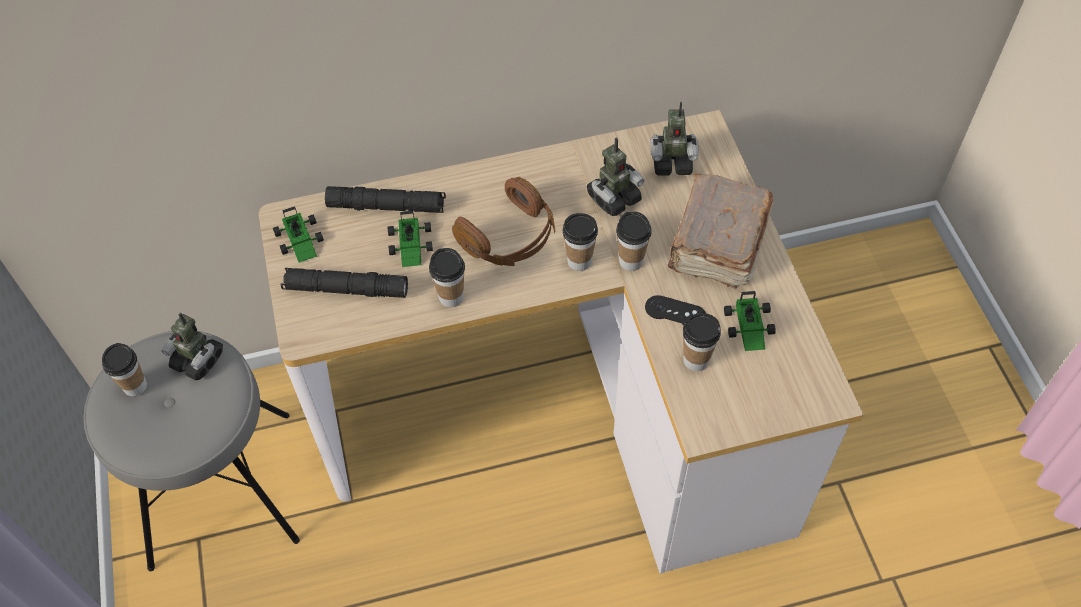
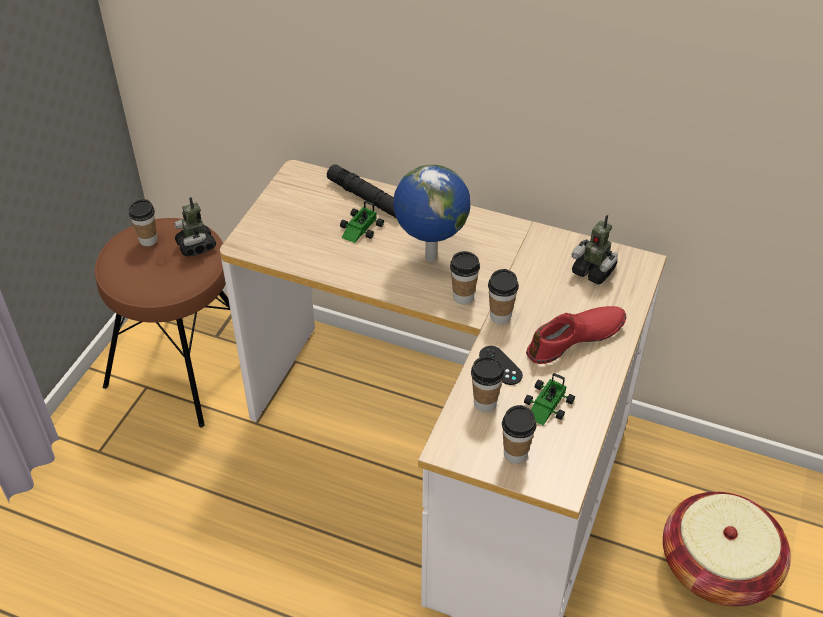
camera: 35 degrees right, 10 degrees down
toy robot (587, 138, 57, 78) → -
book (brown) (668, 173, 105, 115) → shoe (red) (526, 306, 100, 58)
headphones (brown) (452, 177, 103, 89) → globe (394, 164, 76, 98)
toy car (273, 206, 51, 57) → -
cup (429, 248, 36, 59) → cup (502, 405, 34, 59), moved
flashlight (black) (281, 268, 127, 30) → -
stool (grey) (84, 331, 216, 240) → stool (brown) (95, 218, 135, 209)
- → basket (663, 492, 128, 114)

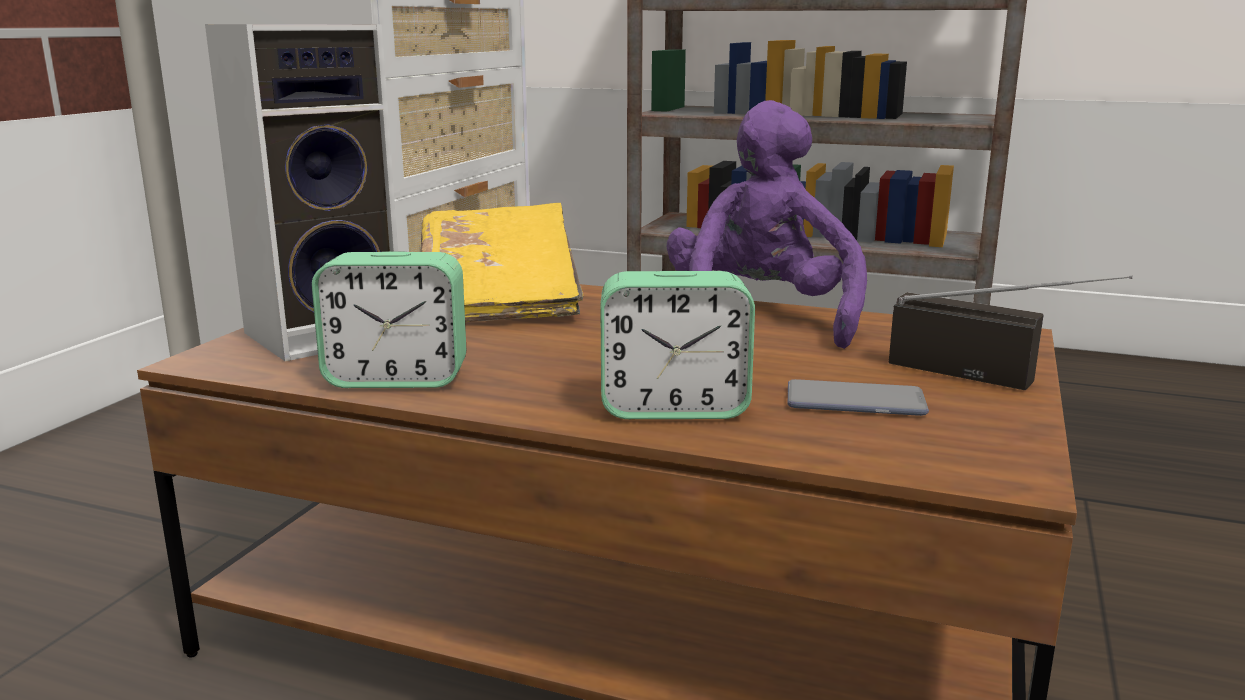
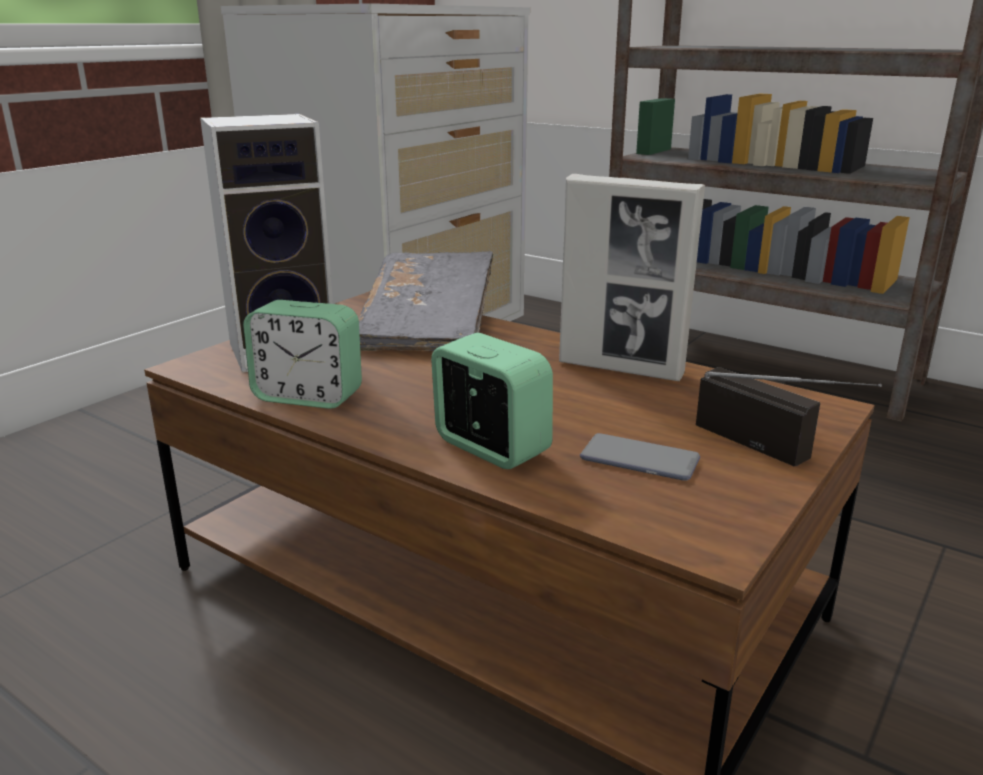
camera: 15 degrees right, 5 degrees up
plush toy (purple) (667, 100, 200, 249) → picture frame (559, 174, 146, 207)
book (yellow) (420, 203, 164, 119) → book (grey) (358, 251, 135, 100)
alarm clock (600, 271, 155, 148) → alarm clock (431, 333, 122, 136), 150 degrees counterclockwise

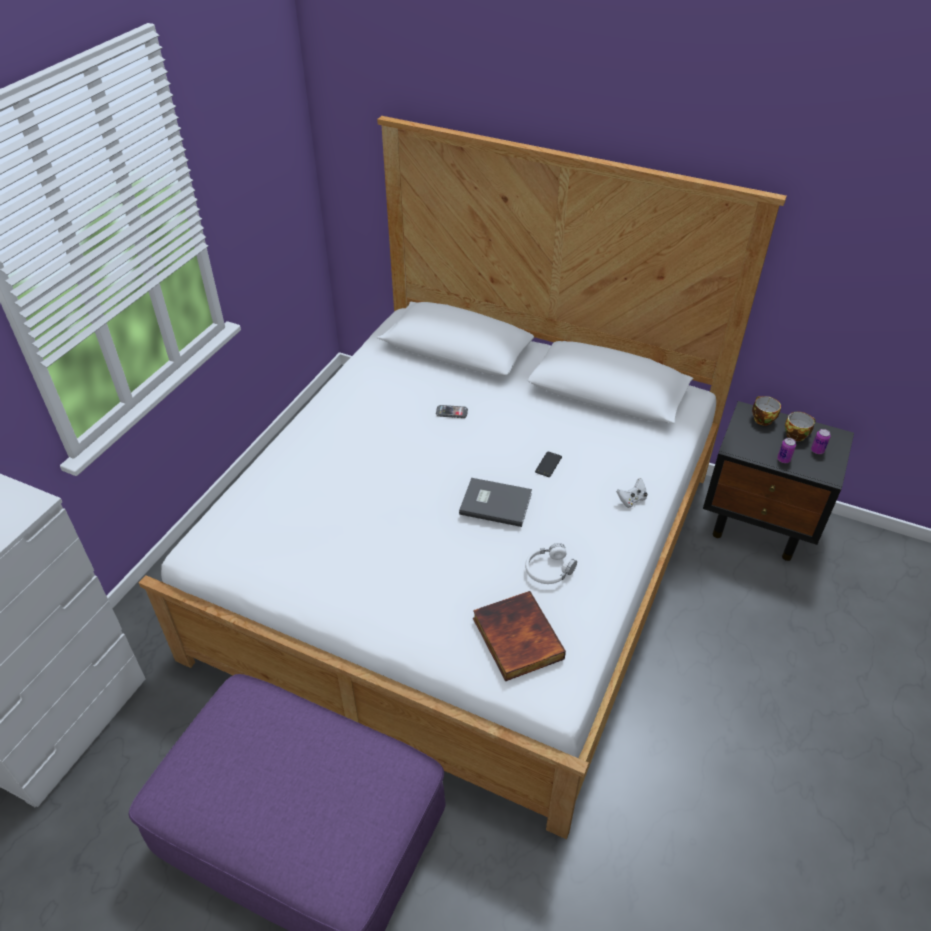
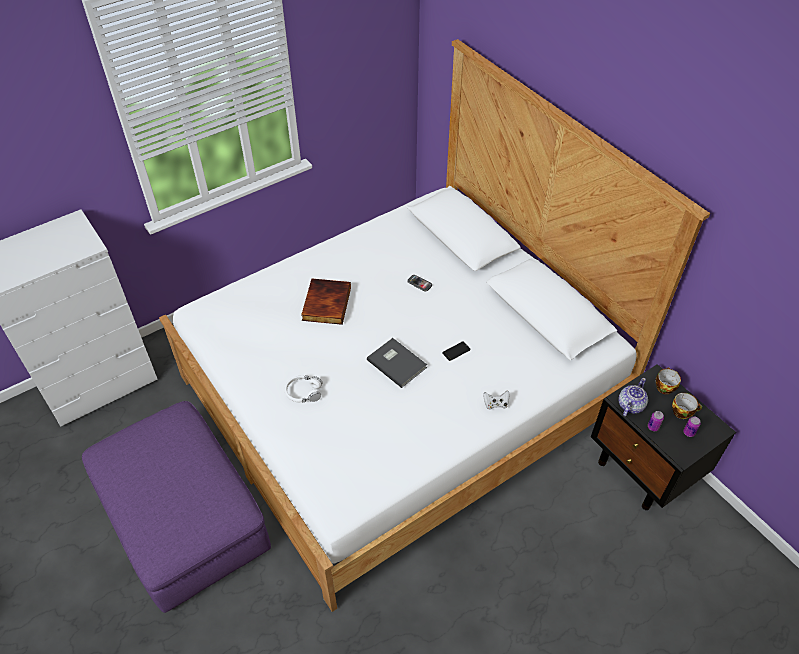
camera: 30 degrees right, 5 degrees up
headphones (white) (525, 543, 52, 41) → headphones (white) (284, 375, 38, 27), moved
book (473, 591, 93, 90) → book (301, 279, 50, 46), moved
- → teapot (619, 378, 29, 38)

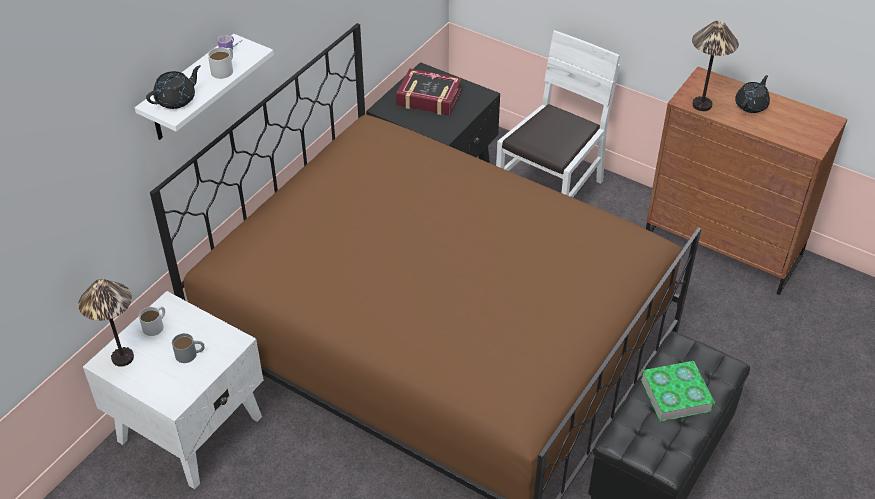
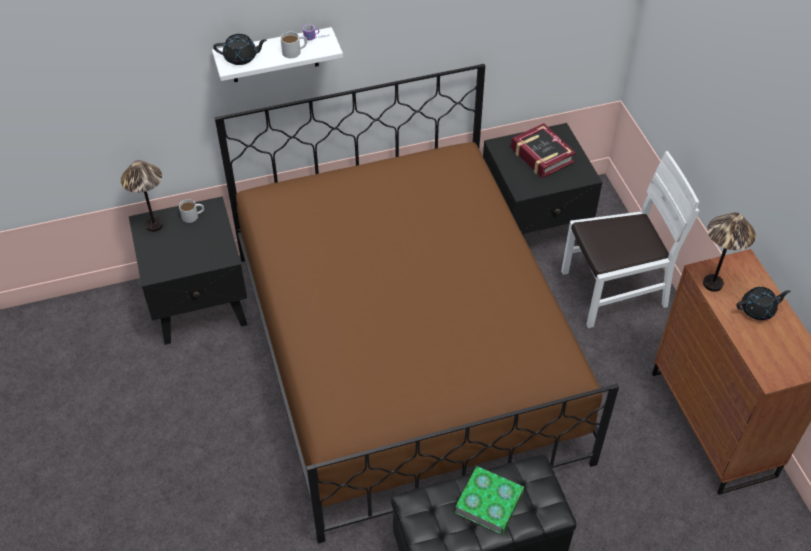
camera: 40 degrees right, 5 degrees up
nightstand (white) (83, 291, 181, 198) → nightstand (black) (129, 196, 118, 149)
mug (grey) (172, 333, 32, 30) → -

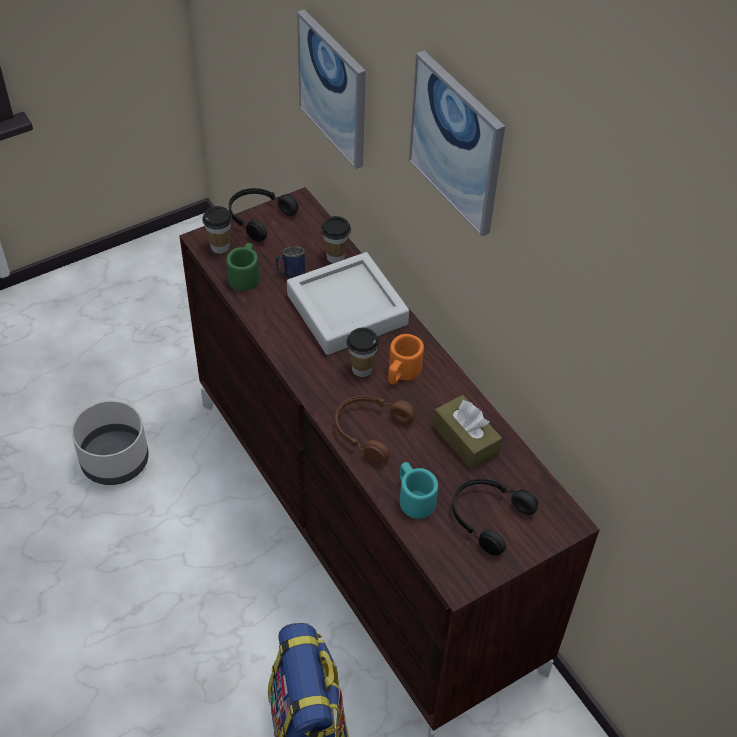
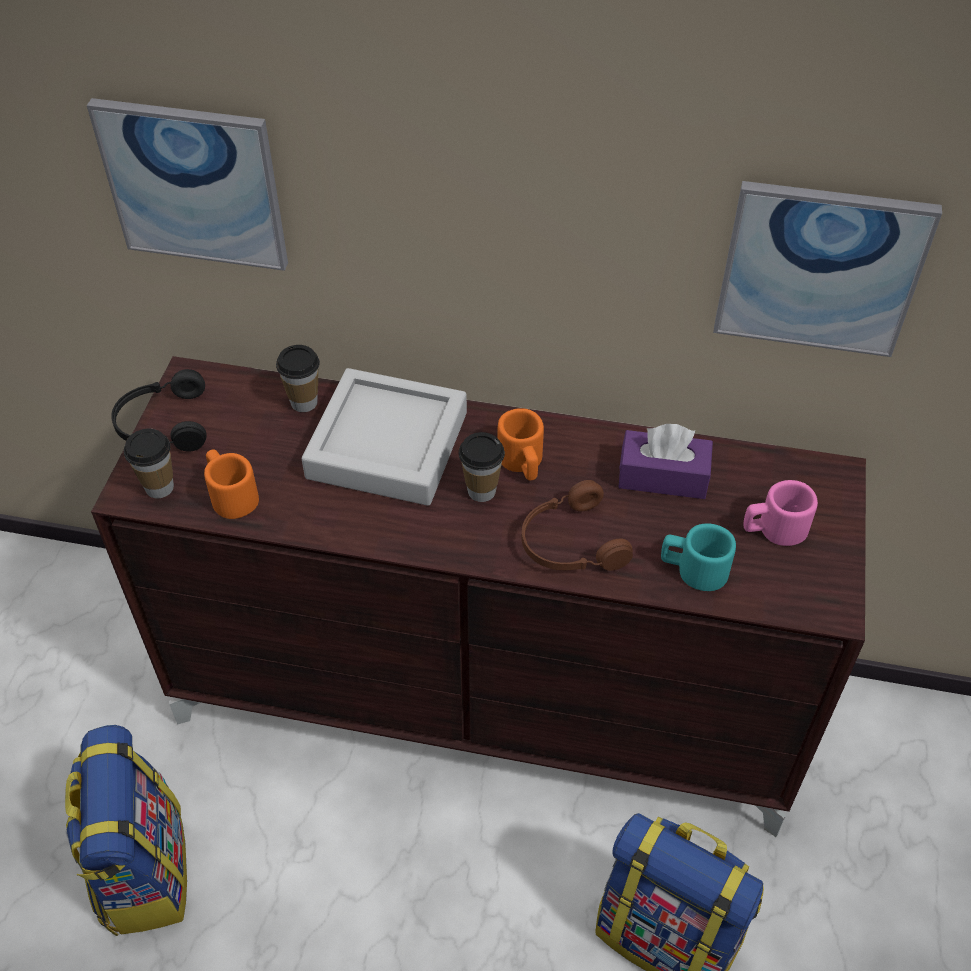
camera: 45 degrees left, 0 degrees up
picture (409, 51, 96, 185) → picture (713, 181, 229, 176), moved
mug (green) (226, 243, 33, 48) → mug (orange) (204, 449, 55, 70)
mug (blue) (275, 246, 31, 33) → -
tissue box (brown) (433, 395, 69, 75) → tissue box (purple) (618, 424, 95, 75)
planter (grey) (71, 400, 78, 85) → backpack (65, 725, 122, 211)
headphones (black) (452, 479, 86, 77) → mug (pink) (743, 480, 75, 66)

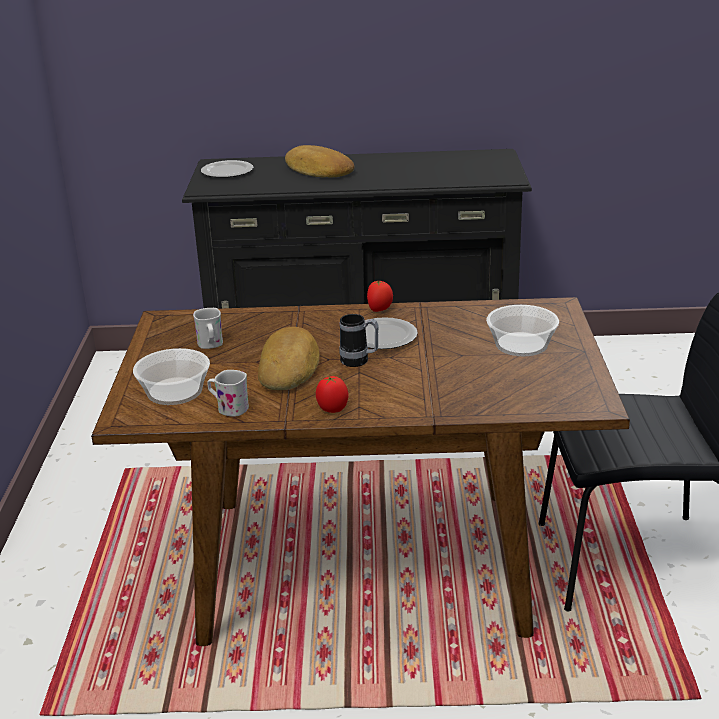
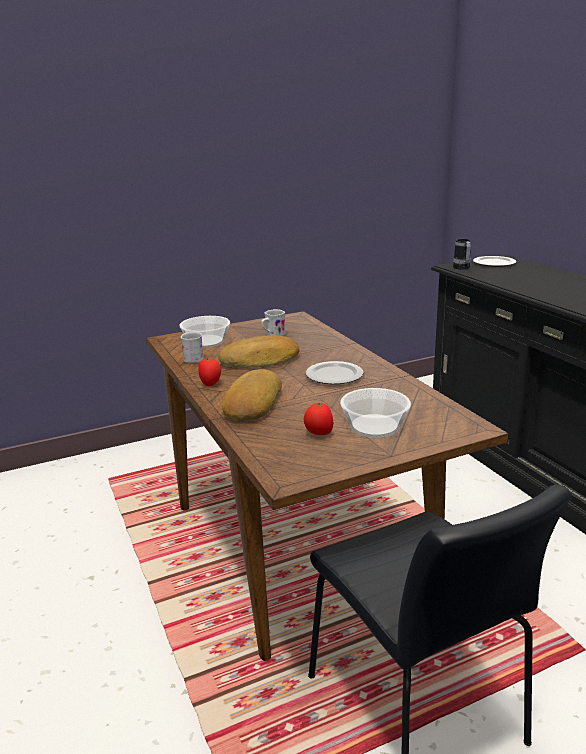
camera: 65 degrees right, 5 degrees down
bread (285, 145, 70, 33) → bread (222, 369, 60, 52), moved
tomato (367, 281, 26, 31) → tomato (304, 403, 29, 32), moved
mug (339, 314, 40, 53) → mug (453, 239, 18, 30), moved

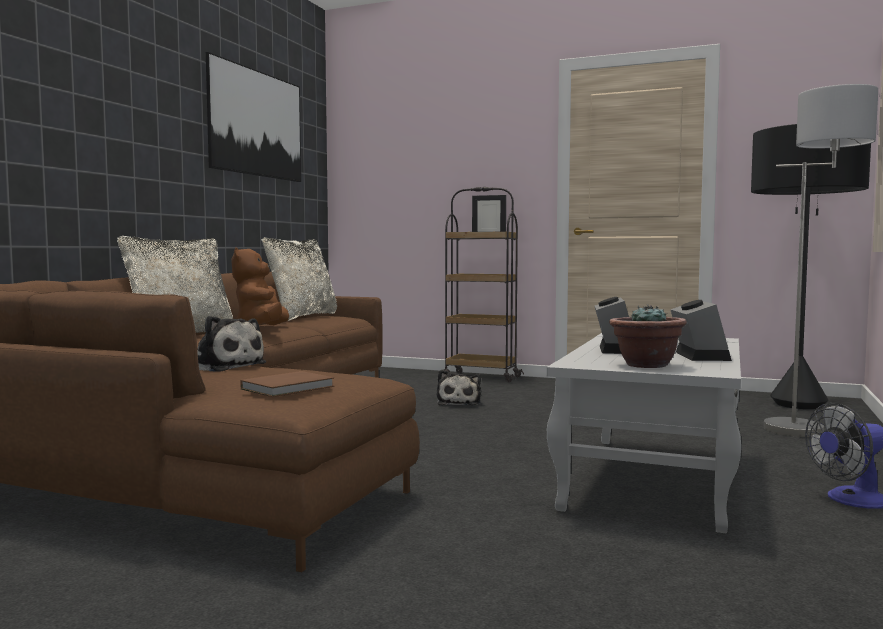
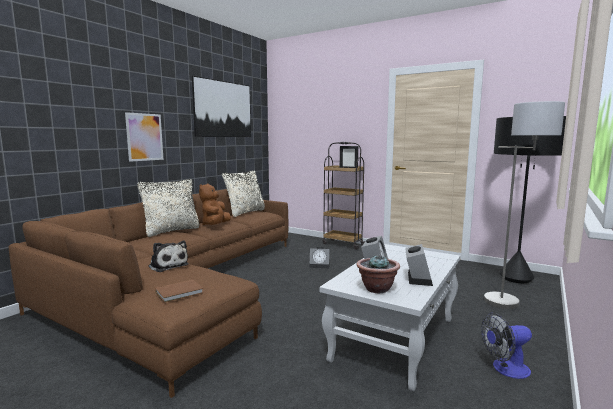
camera: 10 degrees right, 5 degrees up
plush toy (437, 370, 44, 35) → alarm clock (309, 247, 21, 21)
- → picture (125, 112, 39, 50)

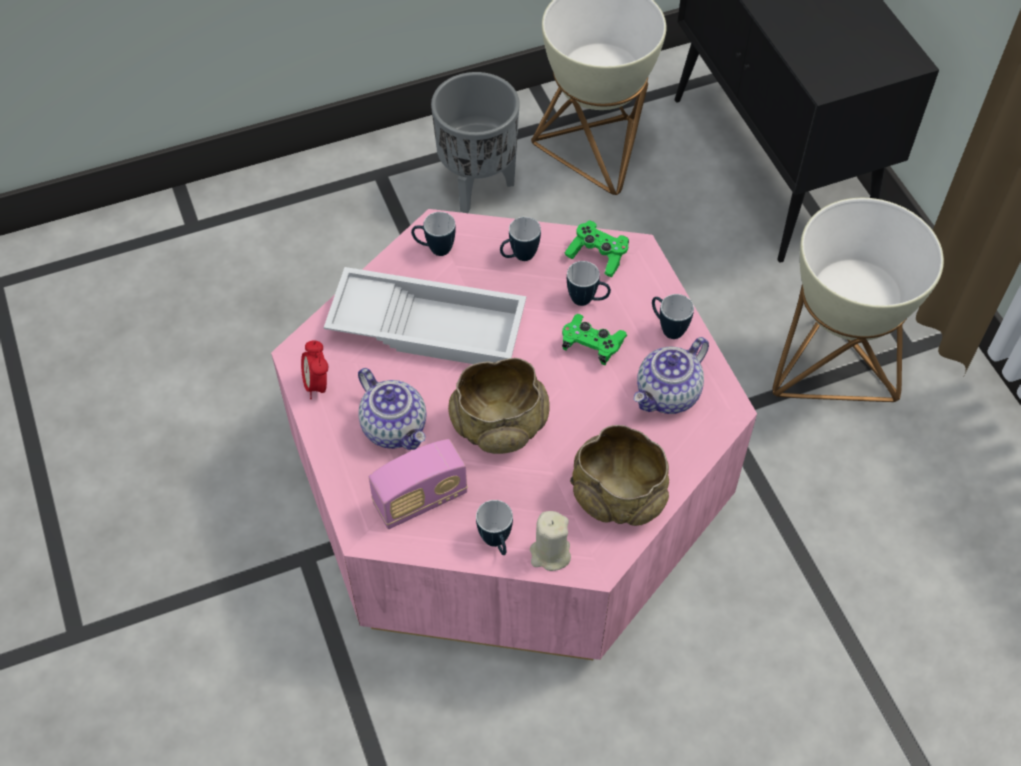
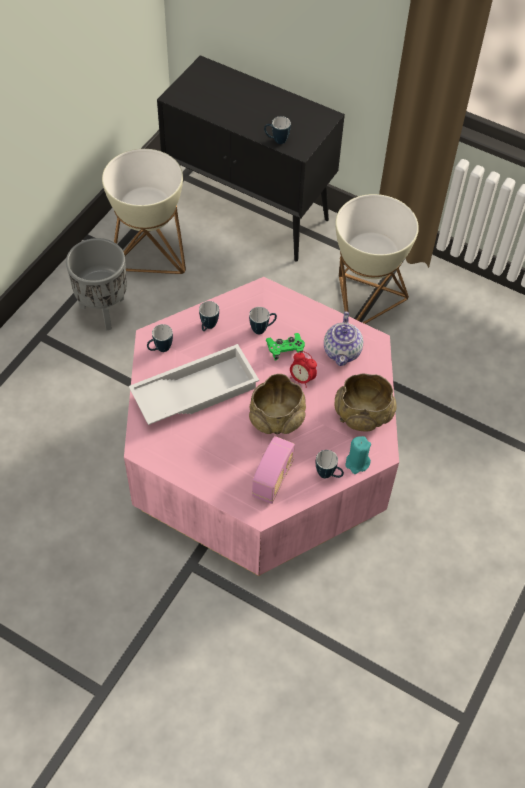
camera: 40 degrees left, 0 degrees up
game controller (green) (565, 221, 64, 57) → -
mug (652, 294, 42, 45) → mug (264, 116, 27, 28), moved
alarm clock (301, 340, 27, 59) → alarm clock (290, 351, 27, 37), moved
teapot (358, 368, 68, 82) → -
candle (beige) (530, 511, 41, 60) → candle (turquoise) (345, 436, 26, 38)

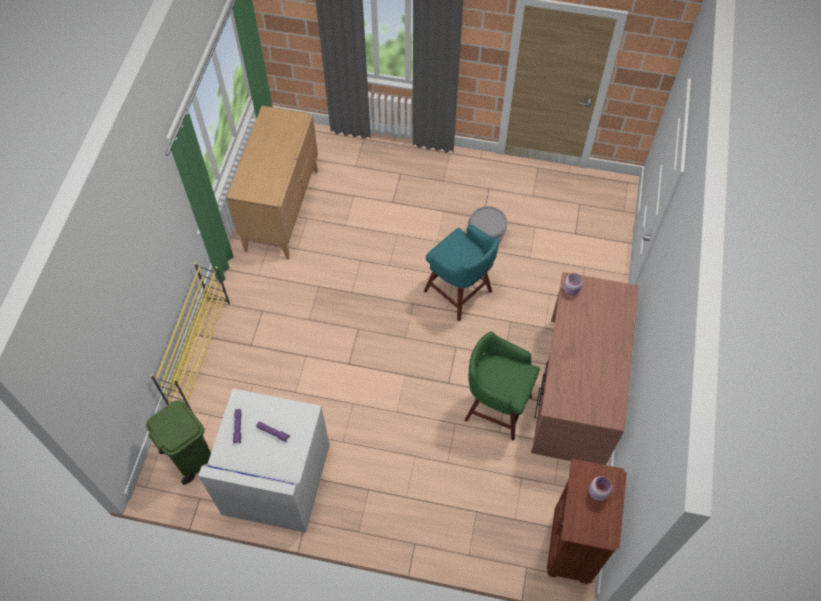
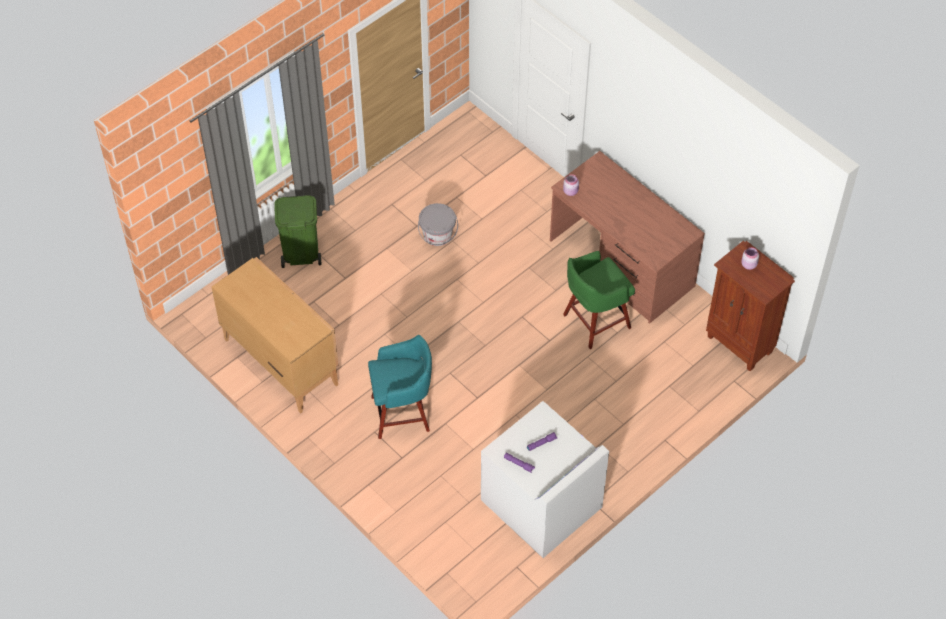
camera: 55 degrees left, 5 degrees down
stool (turquoise) (424, 225, 75, 96) → stool (turquoise) (368, 335, 64, 104), moved
shoe rack (yellow) (150, 262, 80, 149) → -
trash can (green) (146, 401, 65, 84) → trash can (green) (274, 195, 47, 73), moved

